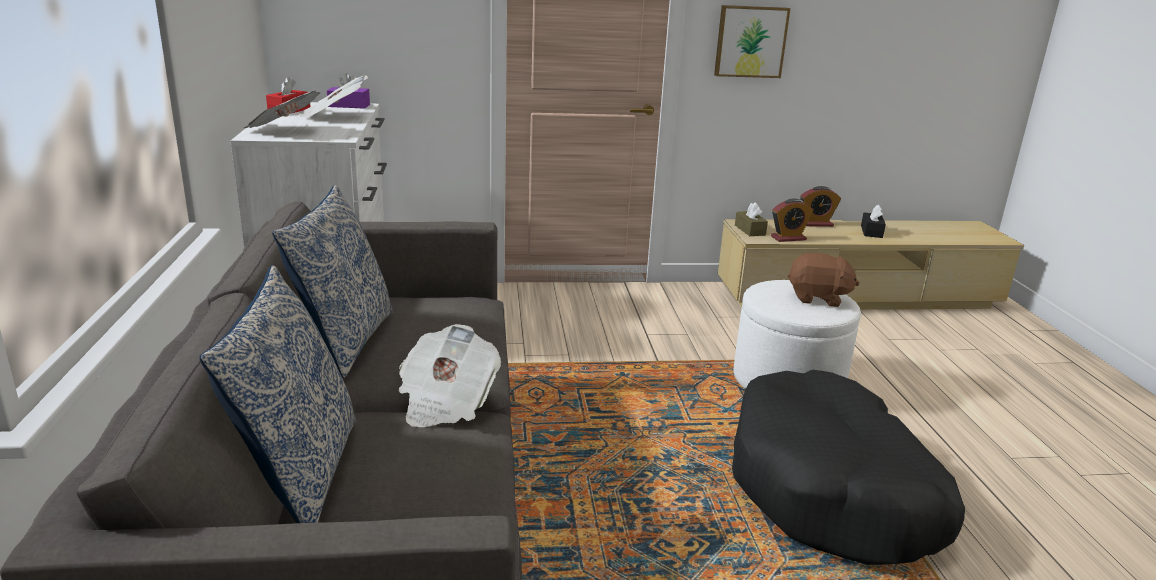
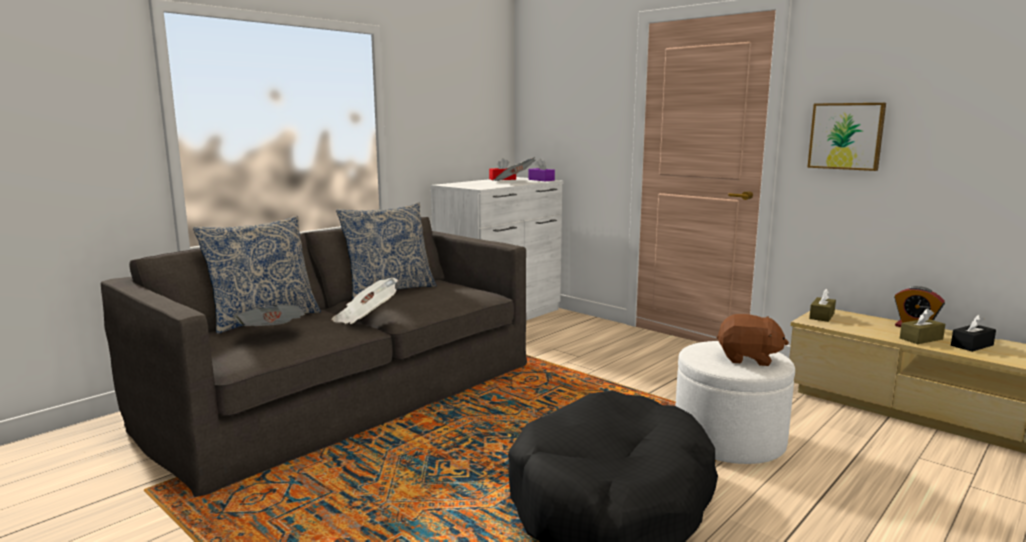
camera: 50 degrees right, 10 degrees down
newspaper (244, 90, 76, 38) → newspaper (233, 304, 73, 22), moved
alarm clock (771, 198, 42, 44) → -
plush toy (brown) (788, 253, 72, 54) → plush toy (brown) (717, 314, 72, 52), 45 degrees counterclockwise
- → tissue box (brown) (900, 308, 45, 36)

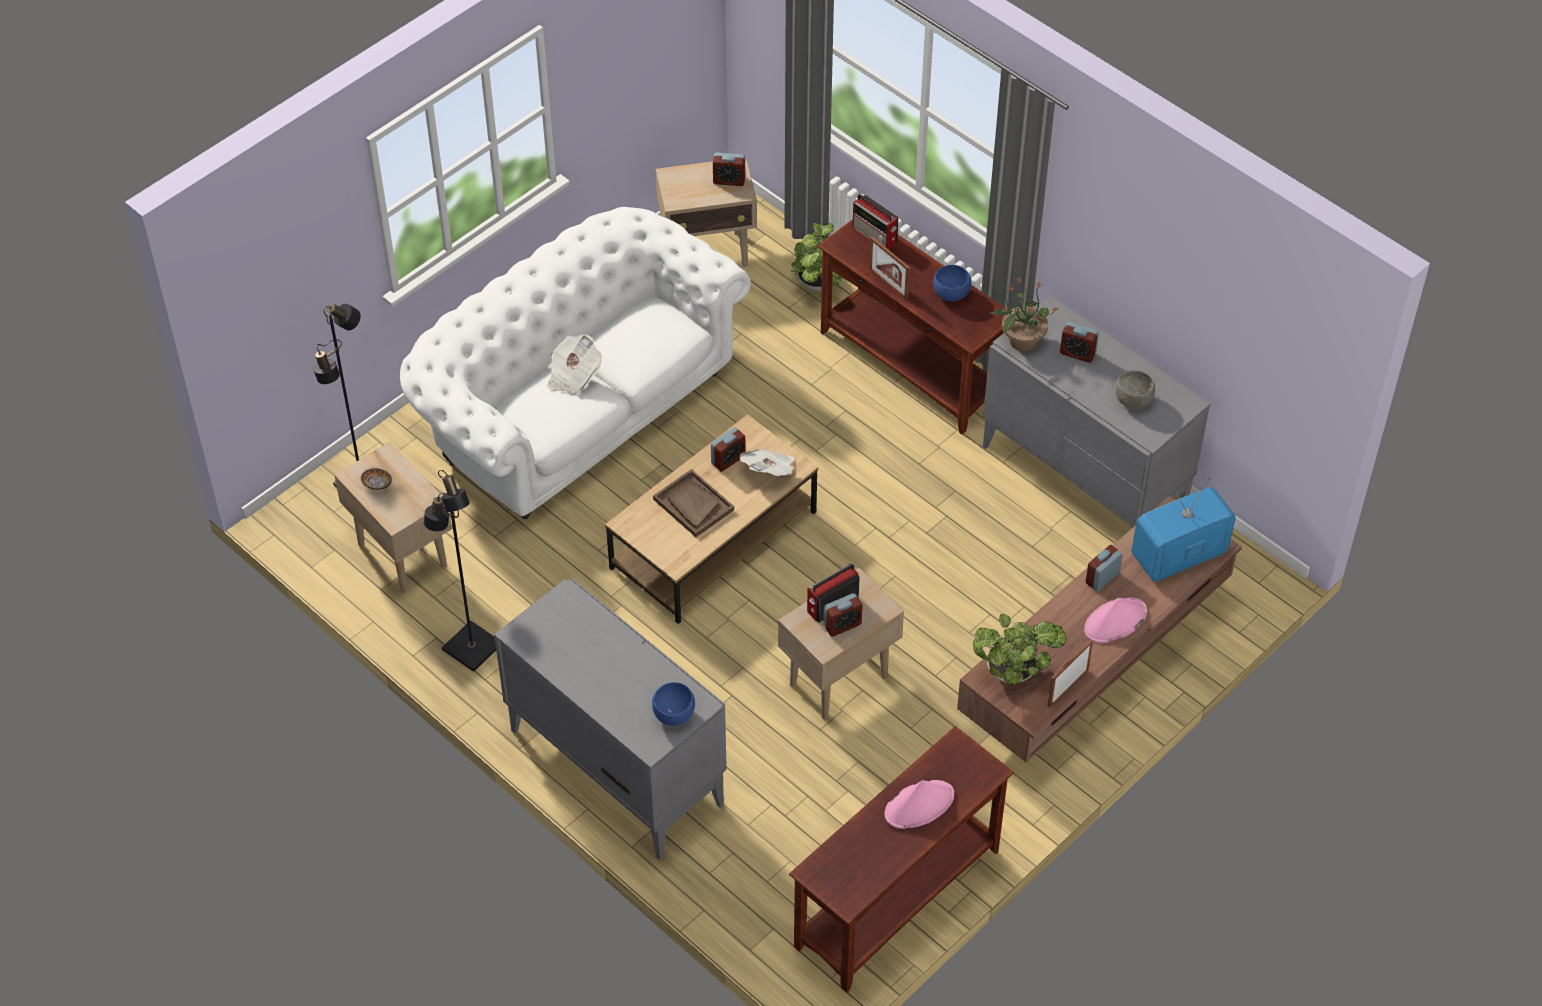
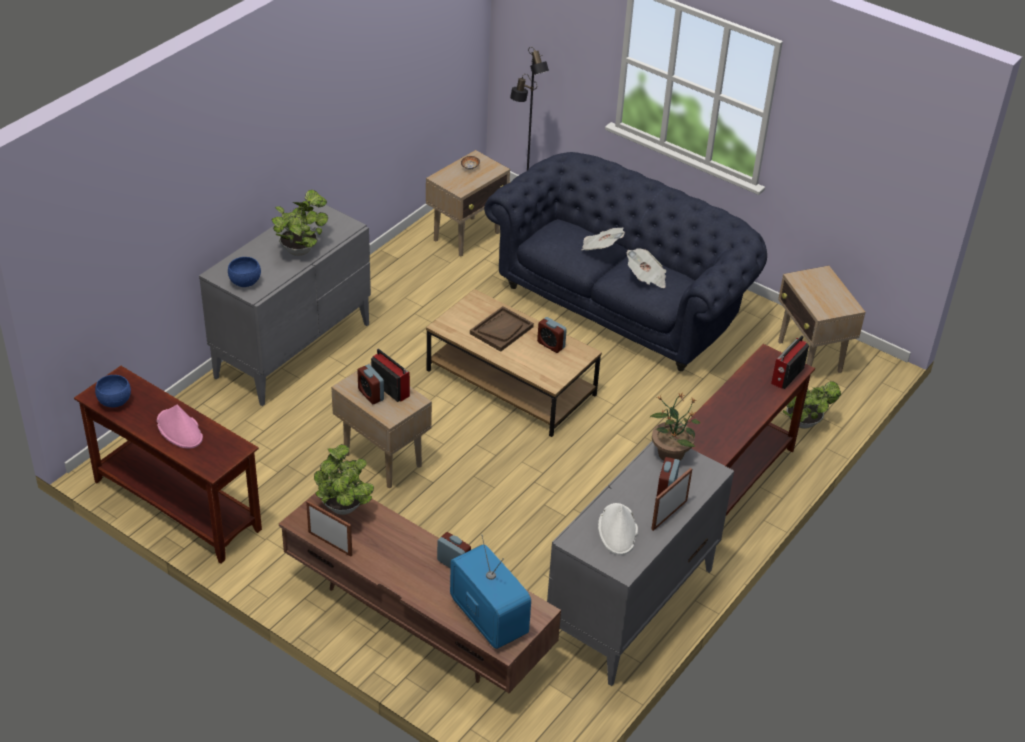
camera: 80 degrees right, 10 degrees down
alarm clock (713, 152, 32, 34) → -
sofa (white) (400, 207, 351, 312) → sofa (blue) (484, 152, 283, 219)
picture frame (869, 236, 41, 65) → picture frame (651, 468, 41, 63), moved
bowl (blue) (933, 265, 38, 36) → bowl (blue) (95, 375, 36, 33), moved
bowl (grey) (1115, 370, 40, 39) → hat (white) (598, 503, 40, 52)
newspaper (740, 448, 55, 28) → newspaper (627, 248, 39, 40), moved
floor lamp (black) (424, 470, 72, 202) → -
hat (pink) (1084, 597, 63, 46) → -
- → potted plant (272, 190, 56, 66)

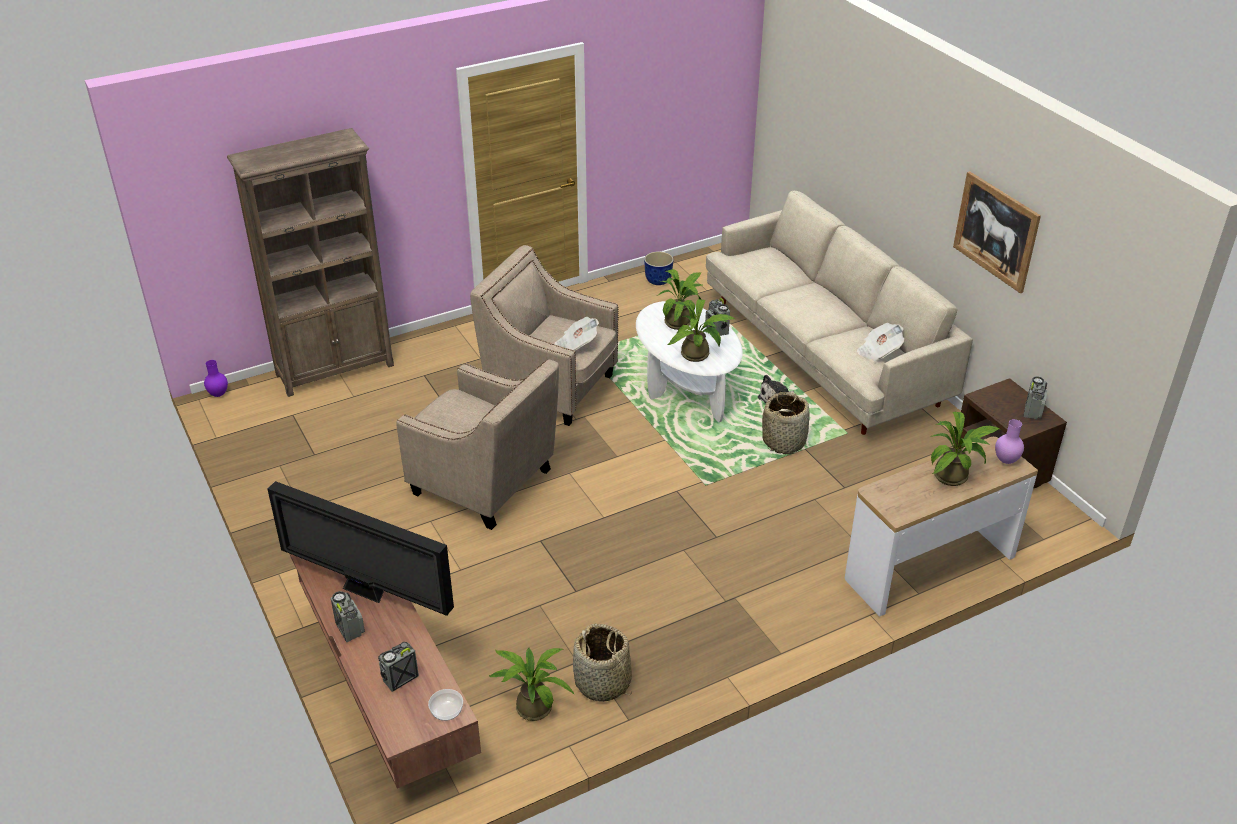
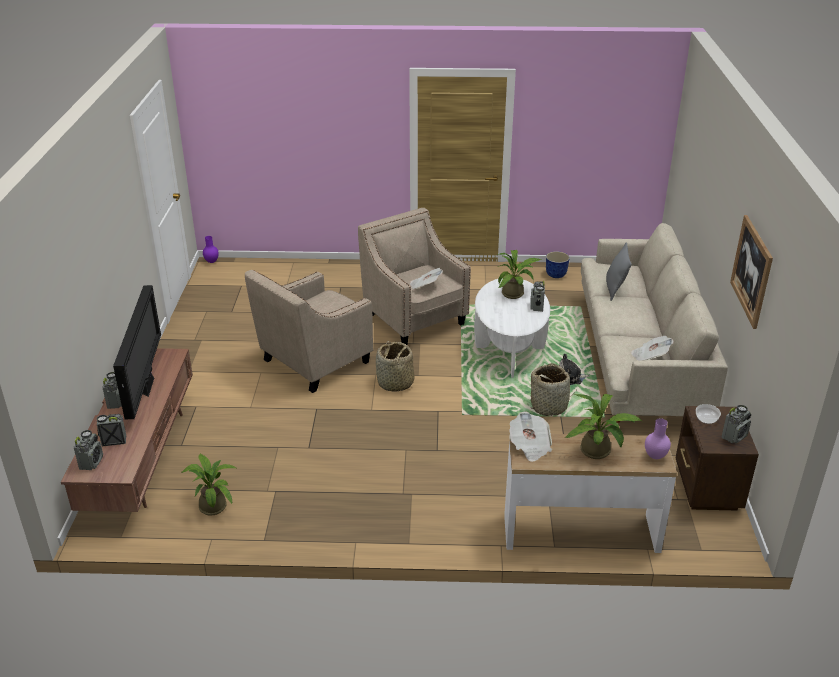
camera: 30 degrees right, 5 degrees down
bookcase (brown) (227, 128, 167, 269) → -
potted plant (667, 299, 68, 63) → -
armchair (beige) (396, 360, 163, 170) → armchair (beige) (245, 270, 128, 123), 75 degrees clockwise
television (267, 481, 187, 135) → television (113, 285, 48, 134), 150 degrees counterclockwise
basket (573, 623, 59, 79) → basket (376, 341, 39, 51), moved
bowl (428, 689, 35, 32) → bowl (696, 404, 25, 20), moved
- → pillow (grey) (606, 243, 26, 58)
- → newspaper (509, 412, 43, 50)
- → radio (74, 430, 29, 40)

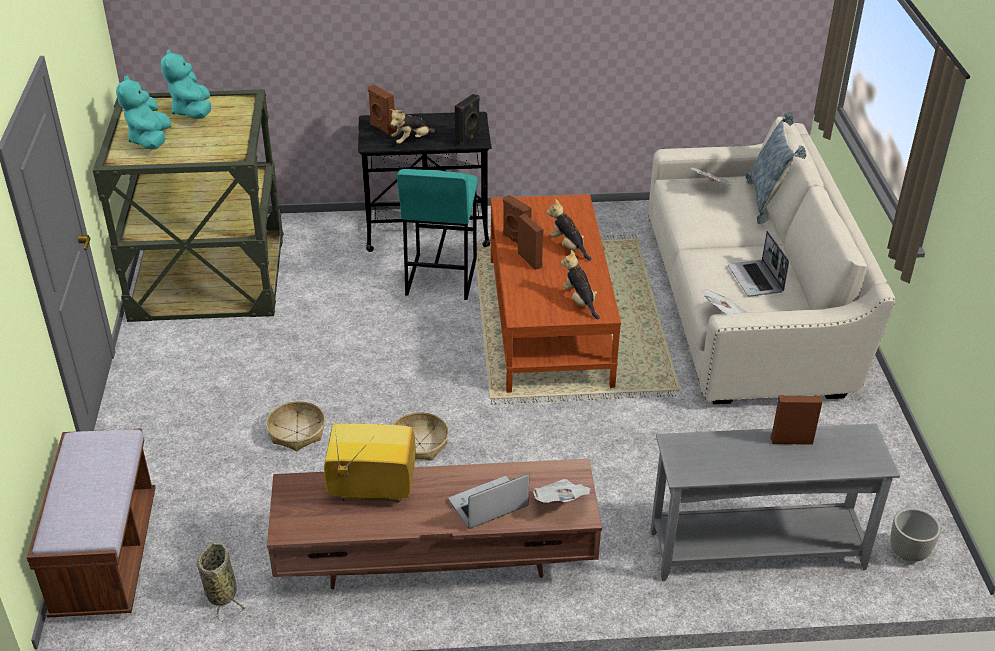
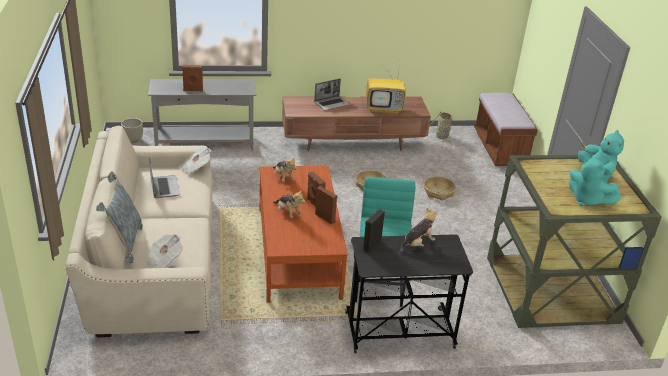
camera: 175 degrees right, 5 degrees down
plush toy (turquoise) (161, 50, 50, 69) → plush toy (turquoise) (569, 157, 52, 49), 150 degrees clockwise
speaker (brown) (368, 85, 28, 51) → -
newspaper (533, 479, 57, 24) → -

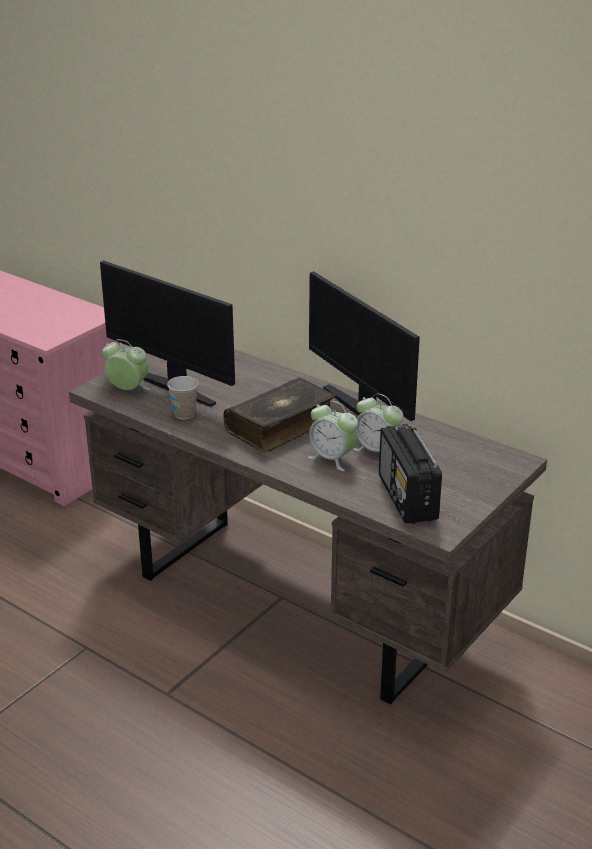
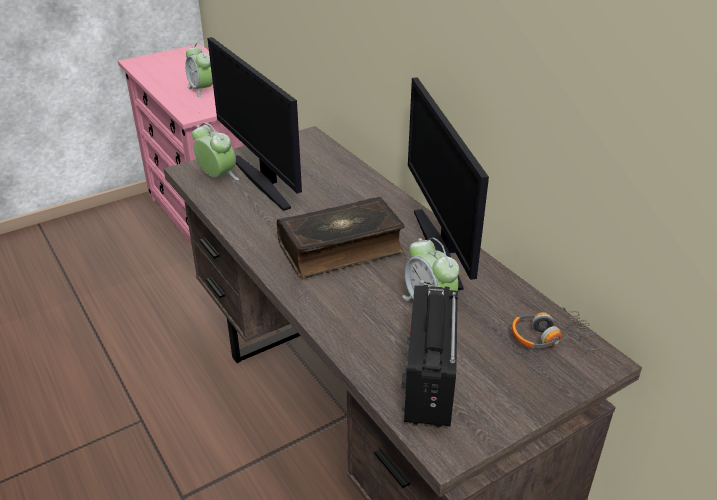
camera: 20 degrees right, 5 degrees up
cup (167, 376, 31, 44) → -
alarm clock (308, 401, 50, 70) → alarm clock (185, 43, 28, 55), moved
- → headphones (512, 305, 89, 45)

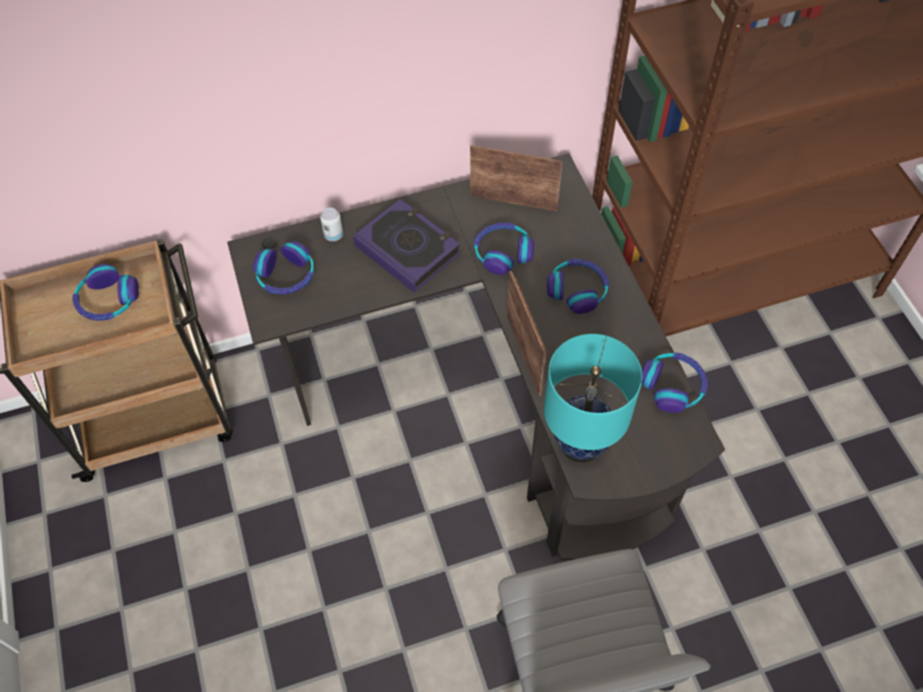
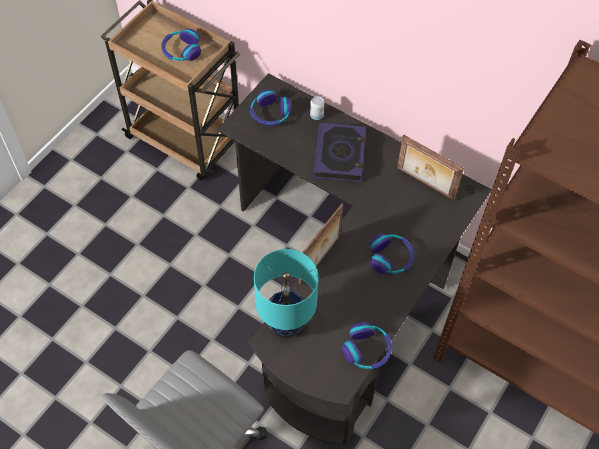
camera: 50 degrees right, 0 degrees up
picture frame (470, 145, 93, 66) → picture frame (397, 135, 67, 65), 150 degrees clockwise
headphones (474, 223, 60, 52) → -

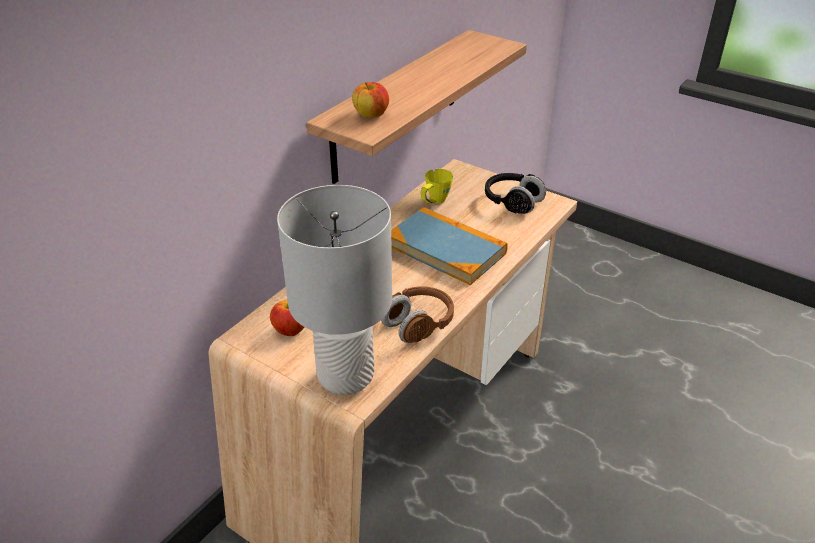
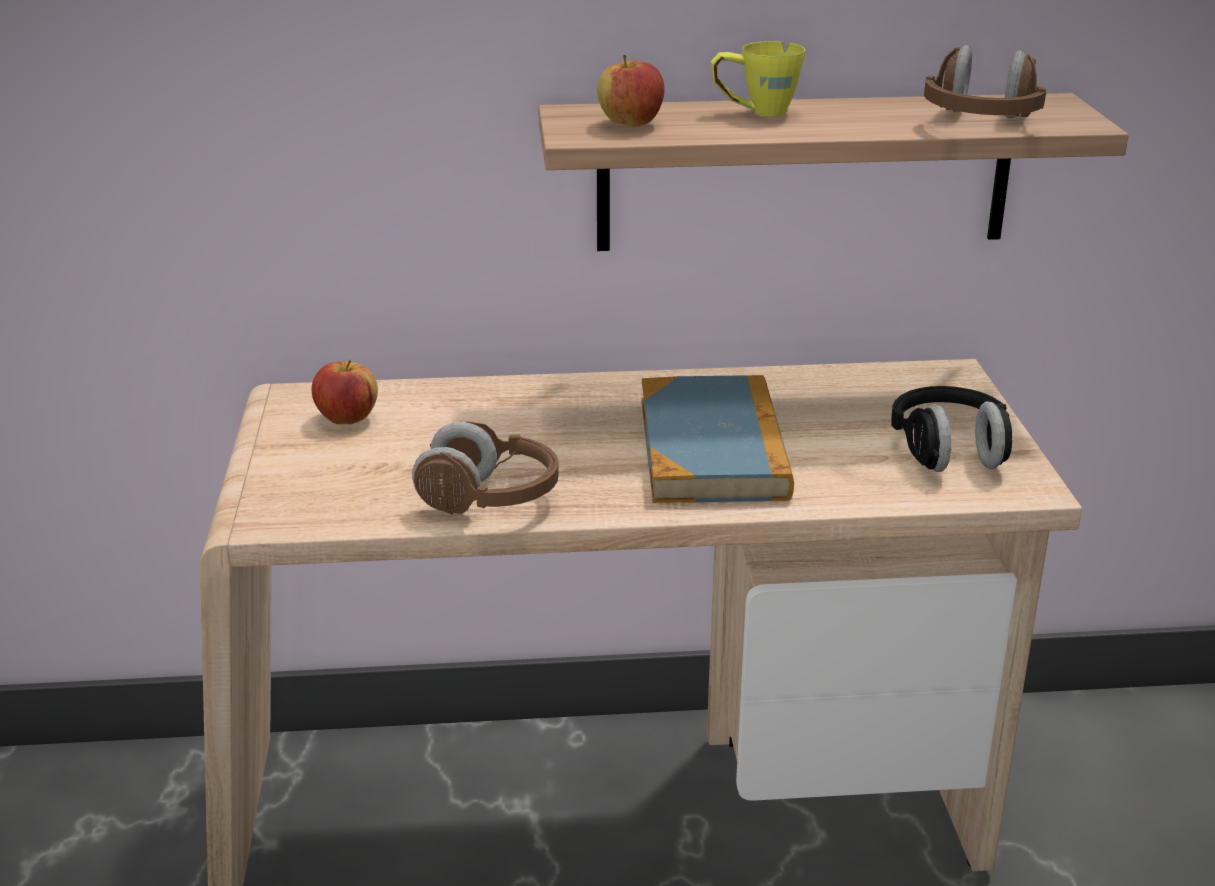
camera: 50 degrees right, 10 degrees down
mug (yellow) (421, 169, 32, 35) → mug (yellow) (711, 41, 94, 75), moved
table lamp (grey) (277, 185, 115, 210) → -
- → headphones (brown) (924, 45, 122, 73)

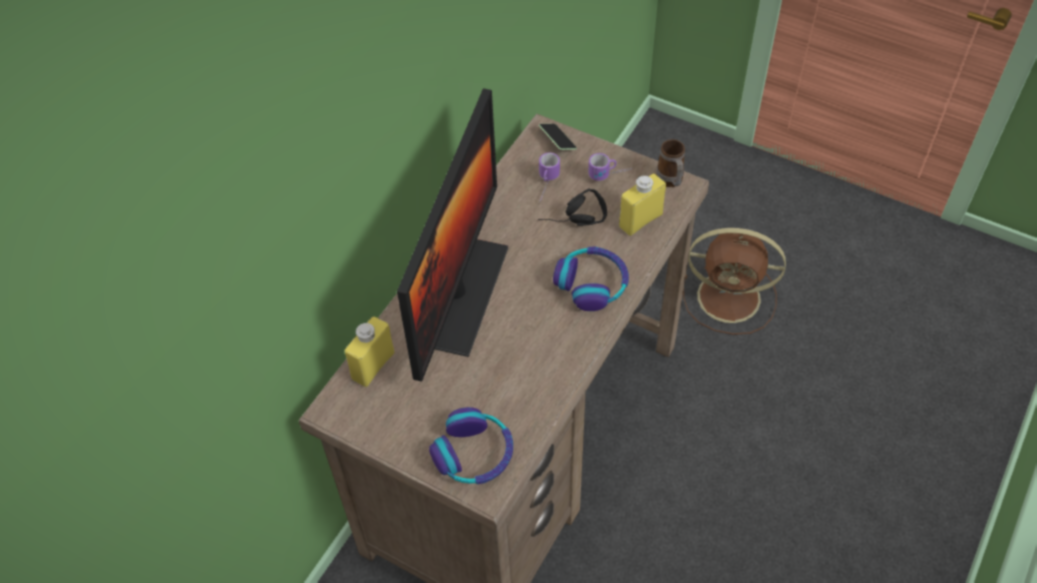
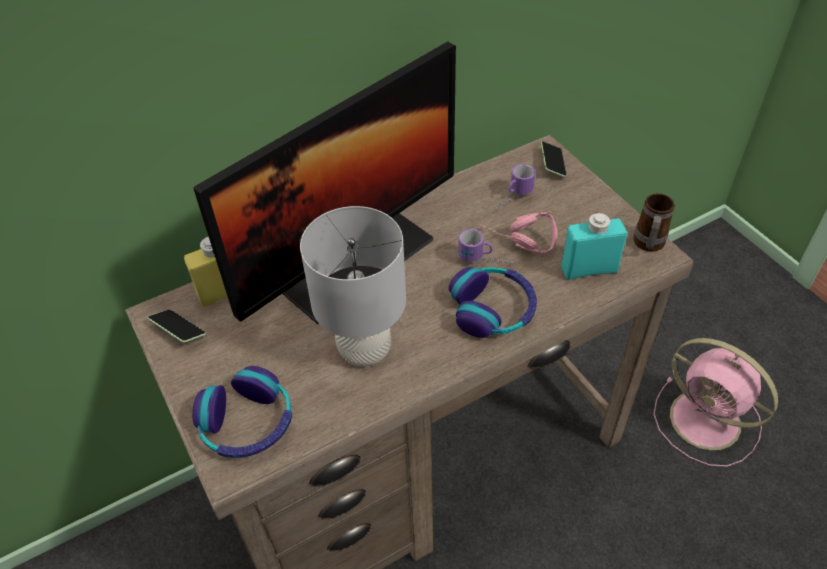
camera: 30 degrees right, 5 degrees down
mug (588, 153, 43, 28) → mug (458, 229, 55, 36), moved
bottle (yellow) (619, 174, 47, 62) → bottle (turquoise) (561, 212, 66, 68)
headphones (black) (538, 189, 69, 37) → headphones (pink) (479, 212, 79, 42)
fan (brown) (683, 228, 103, 107) → fan (pink) (653, 338, 125, 129)
- → table lamp (grey) (300, 206, 106, 161)
- → phone (147, 310, 59, 33)

